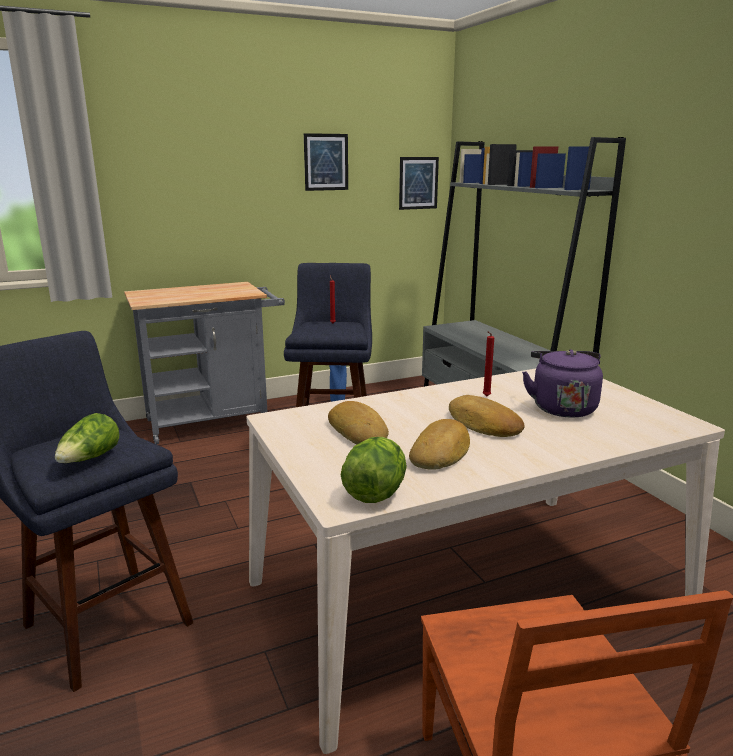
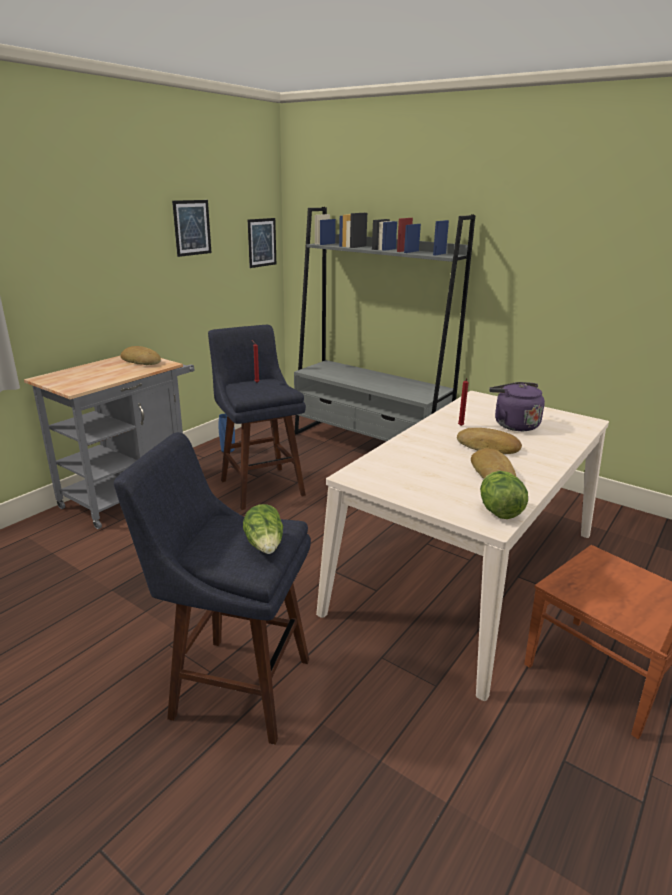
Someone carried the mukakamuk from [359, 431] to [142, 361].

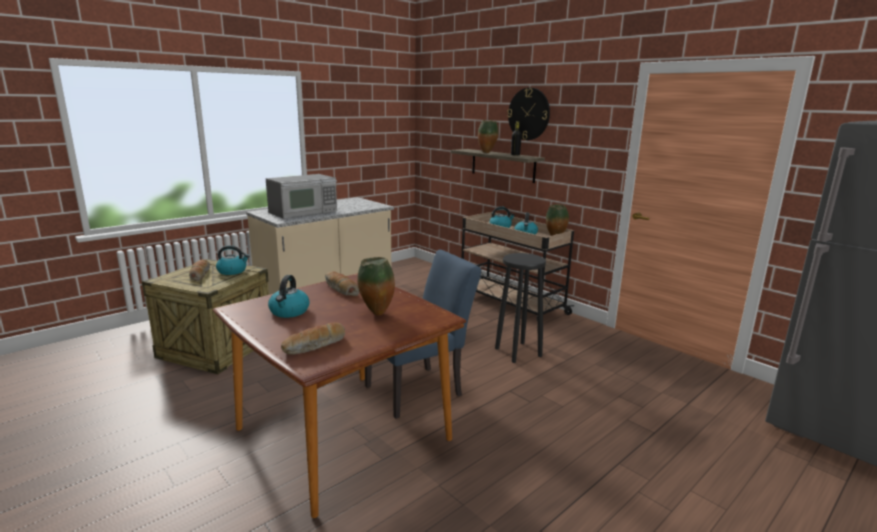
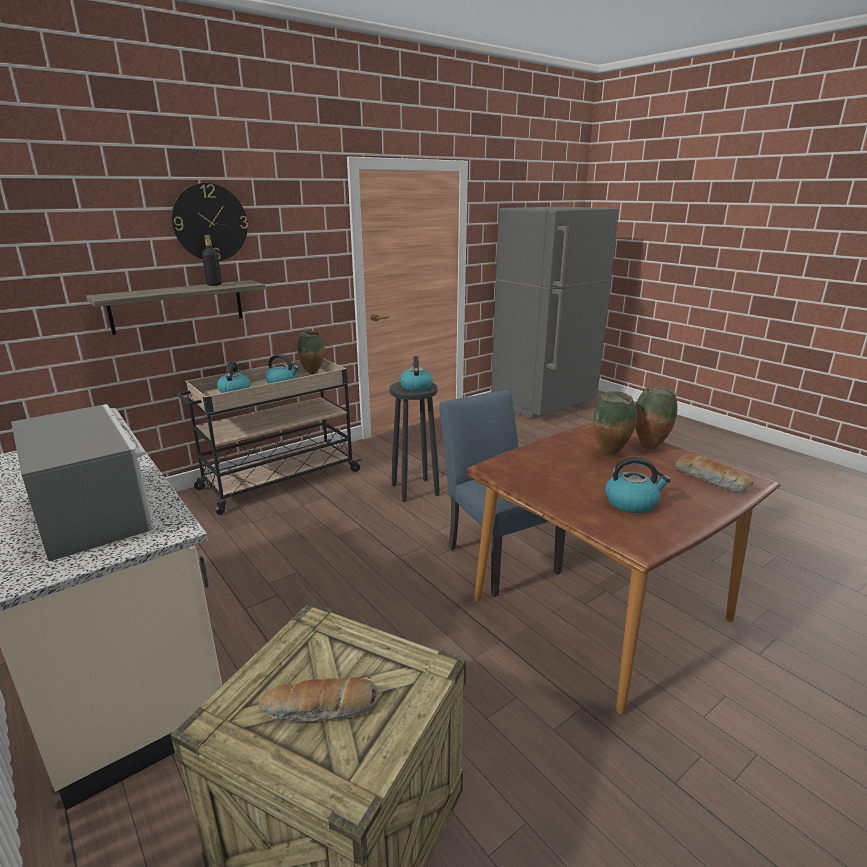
Someone carried the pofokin from [487, 153] to [649, 447]. Someone carried the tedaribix from [232, 271] to [416, 386]. Someone took away the mukakamuk at [340, 289].

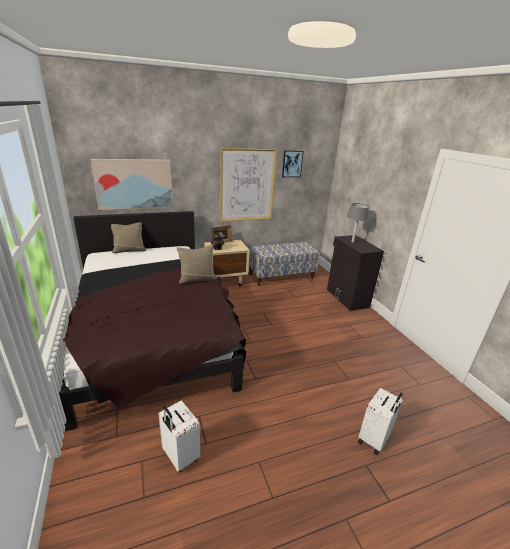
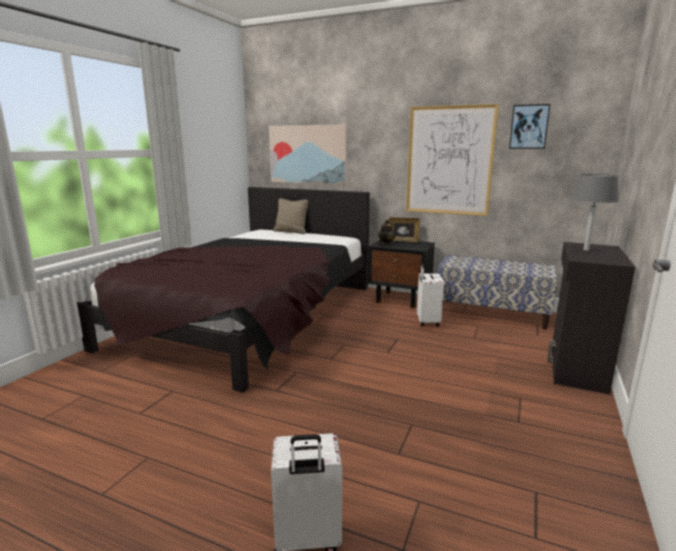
Someone repainted the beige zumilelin at [226, 281], which became the black zumilelin at [400, 299]. Someone took away the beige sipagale at [197, 279]. Someone carried the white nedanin from [179, 456] to [427, 322].

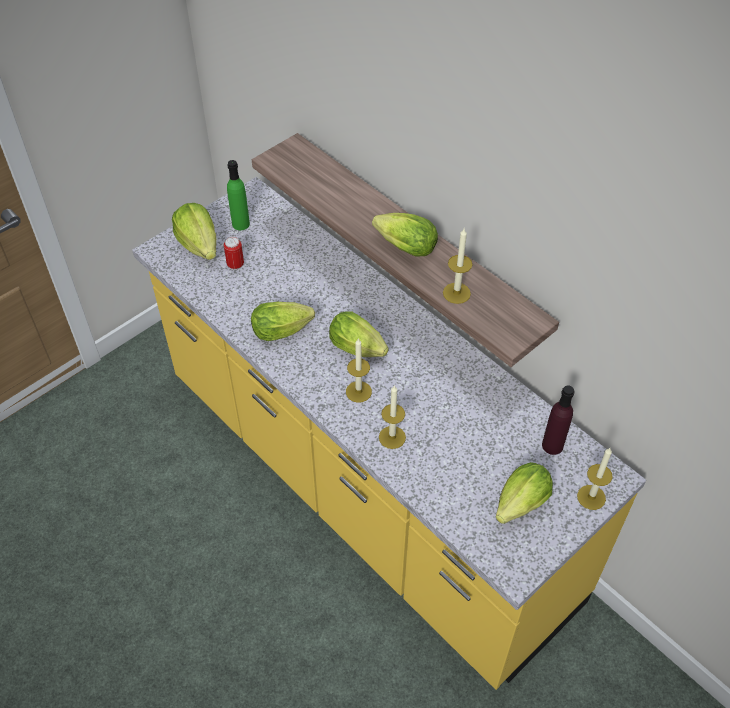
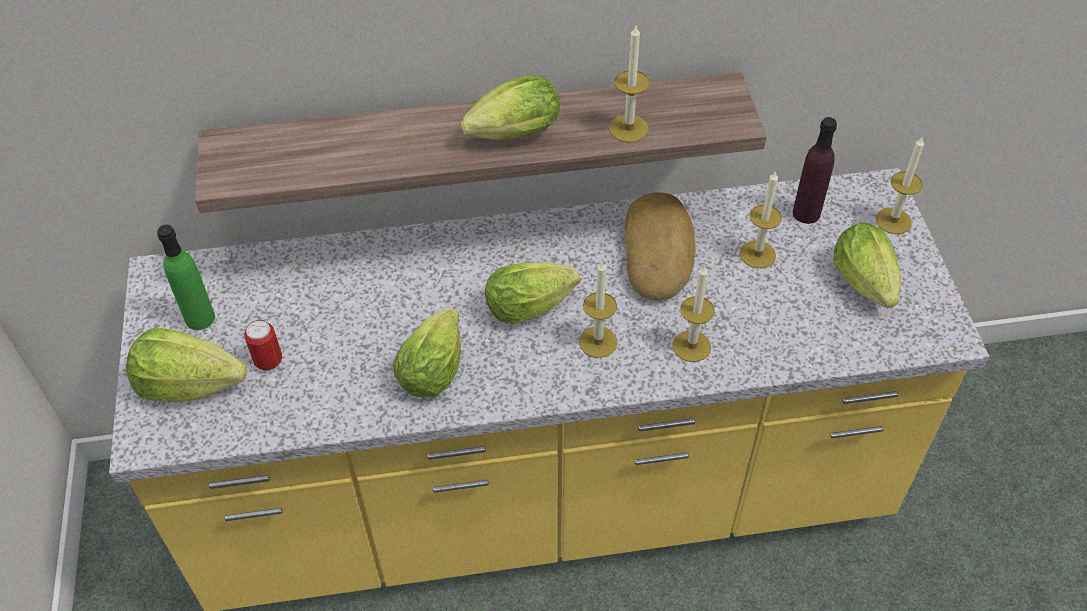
Someone put down the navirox at [757, 254]. Someone put down the mukakamuk at [660, 252].

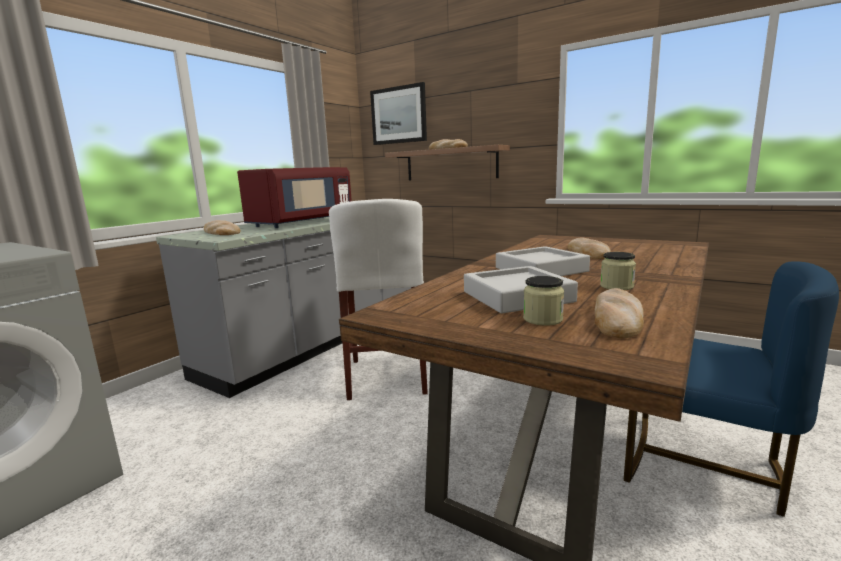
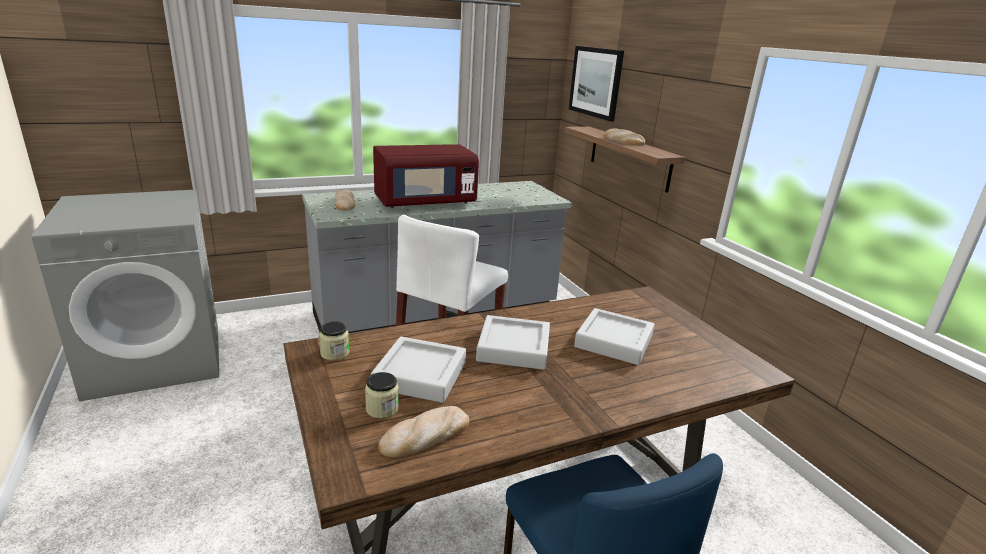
Someone swapped the mukakamuk at [588, 253] for the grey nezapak at [613, 341]. Someone carried the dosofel from [616, 286] to [335, 353].

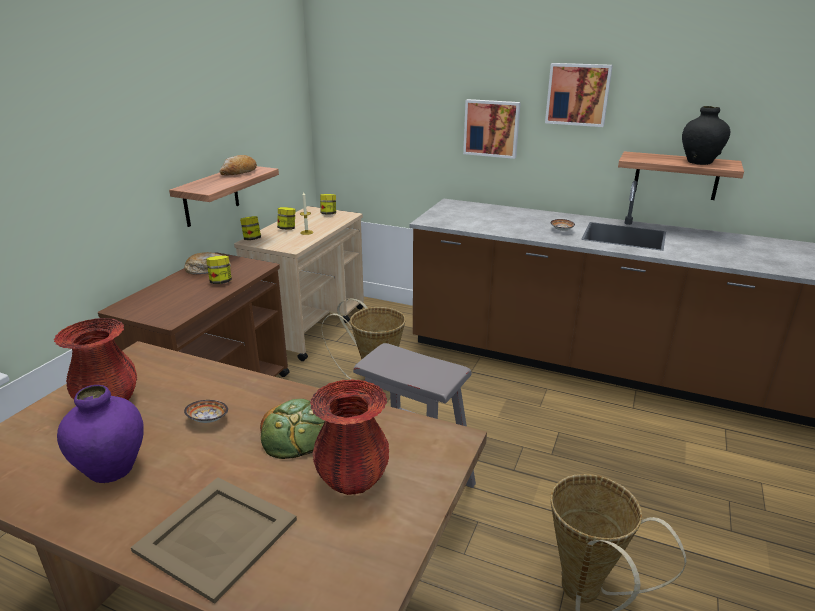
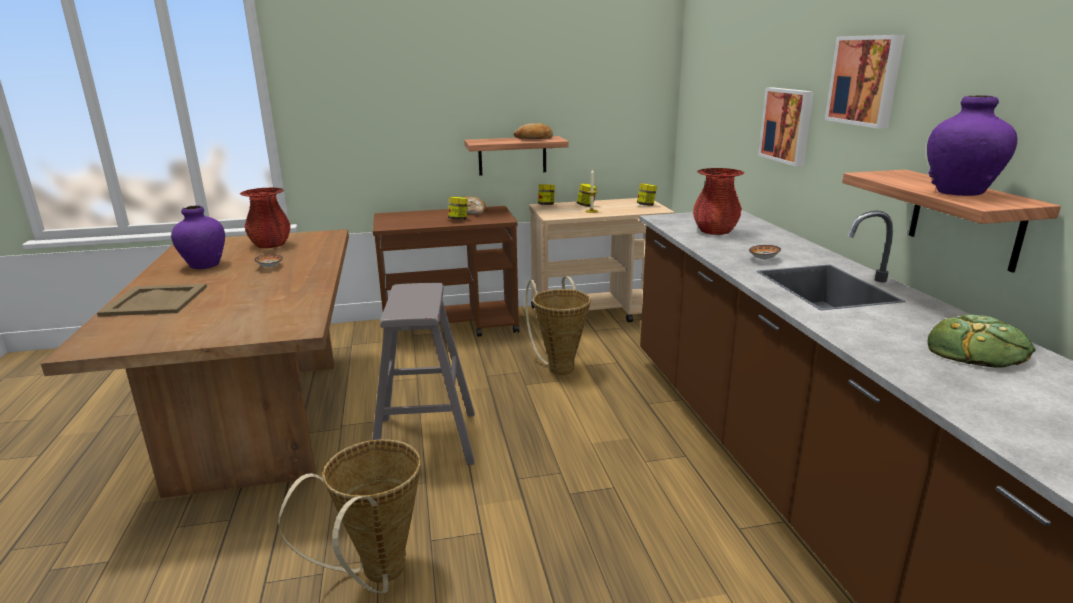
Someone repainted the black pofokin at [699, 162], which became the purple pofokin at [959, 192]. Someone carried the red pofokin from [353, 478] to [715, 231]. Someone carried the mukakamuk from [299, 433] to [976, 351].

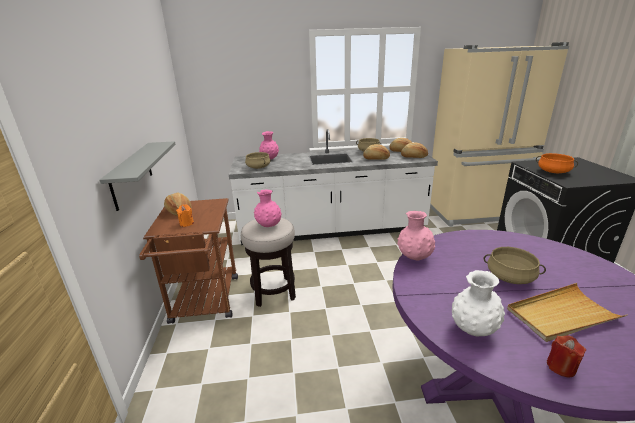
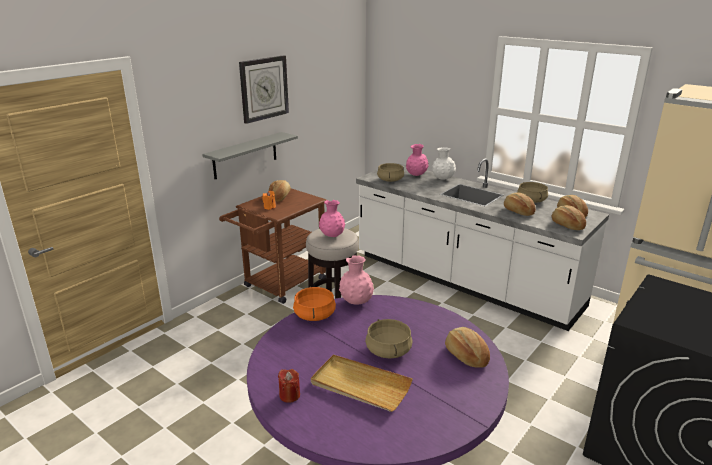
Someone carried the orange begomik from [553, 172] to [314, 315]. Someone carried the white pofokin from [473, 330] to [443, 179]. Someone put up the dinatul at [264, 88]. Someone put down the mukakamuk at [466, 356].

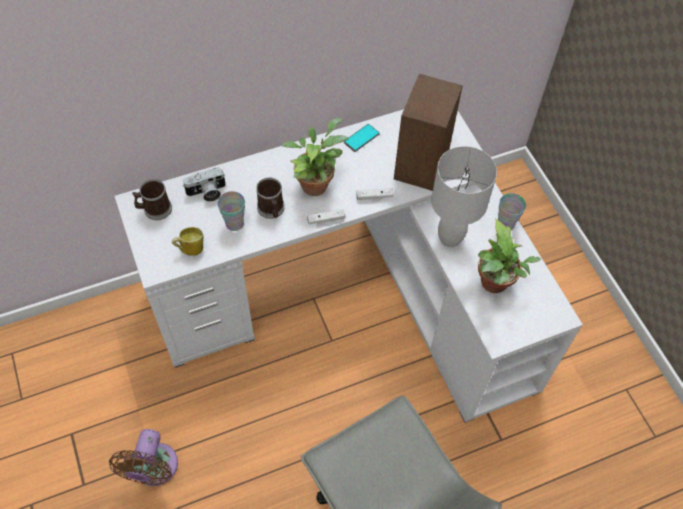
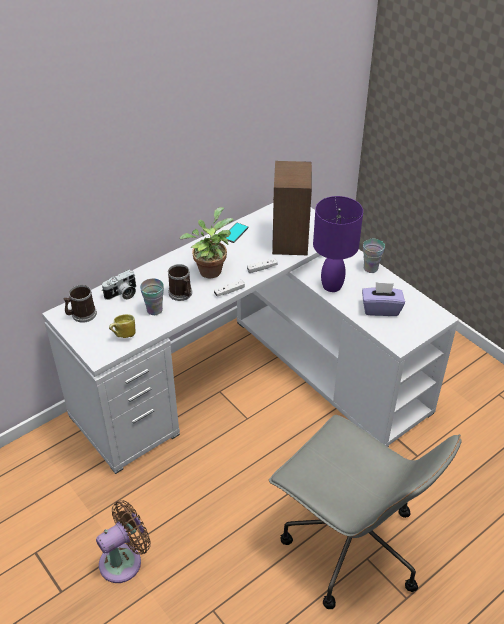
Someone repainted the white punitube at [450, 238], which became the purple punitube at [332, 286]. Someone swapped the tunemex at [495, 285] for the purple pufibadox at [381, 309]. Someone rotated the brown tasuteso at [154, 469] by 120 degrees counterclockwise.

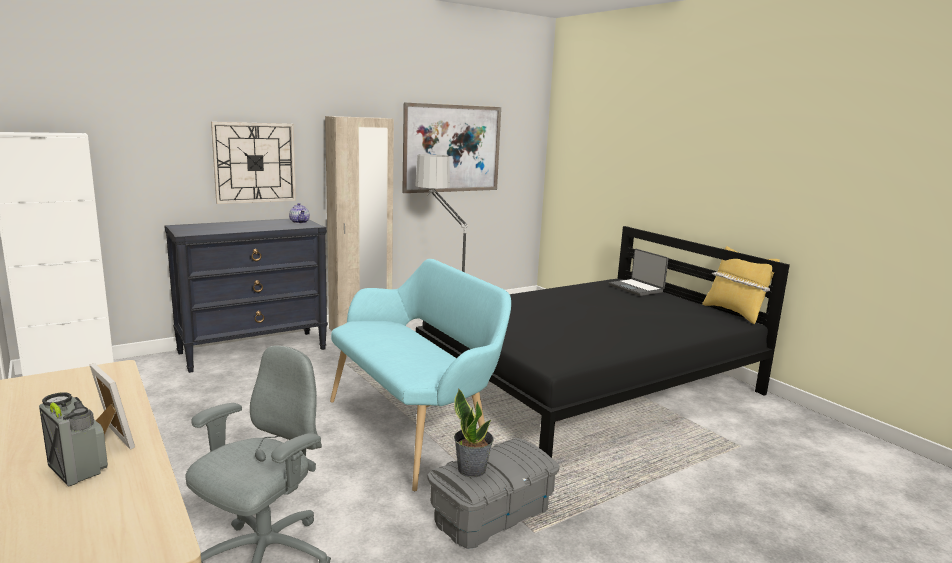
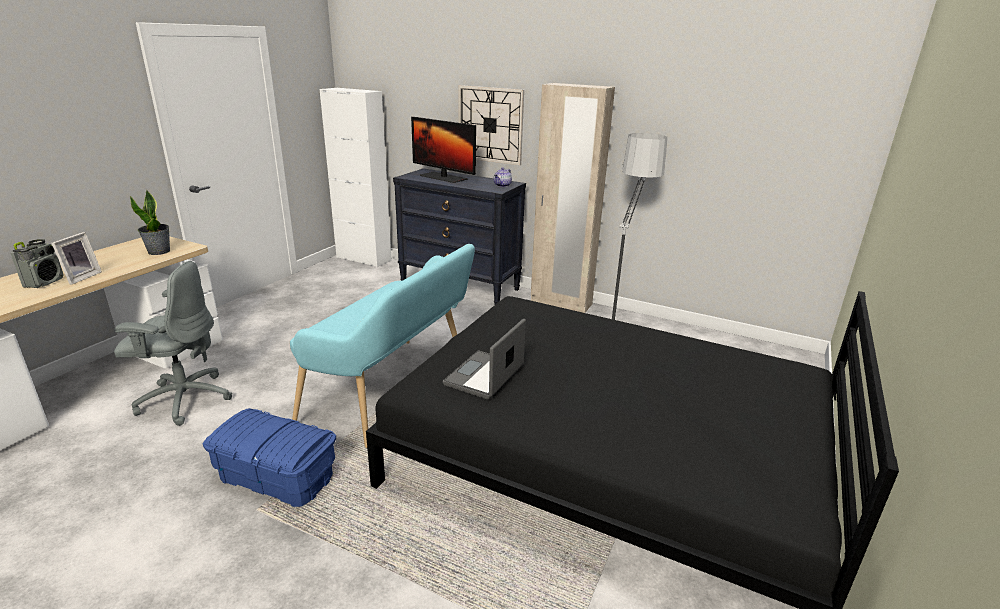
Someone took away the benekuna at [452, 148]. Someone took away the yellow sipagale at [734, 313]. Someone carried the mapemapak from [636, 288] to [485, 376]. Someone carried the tunemex from [472, 469] to [159, 251]. Someone repainted the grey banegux at [492, 514], which became the blue banegux at [276, 477]. Someone put down the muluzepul at [443, 177].

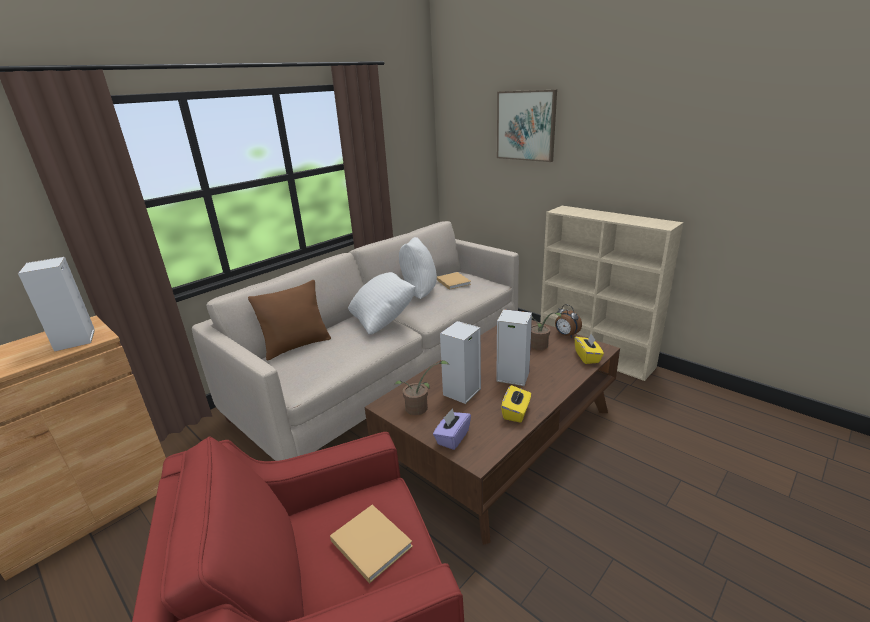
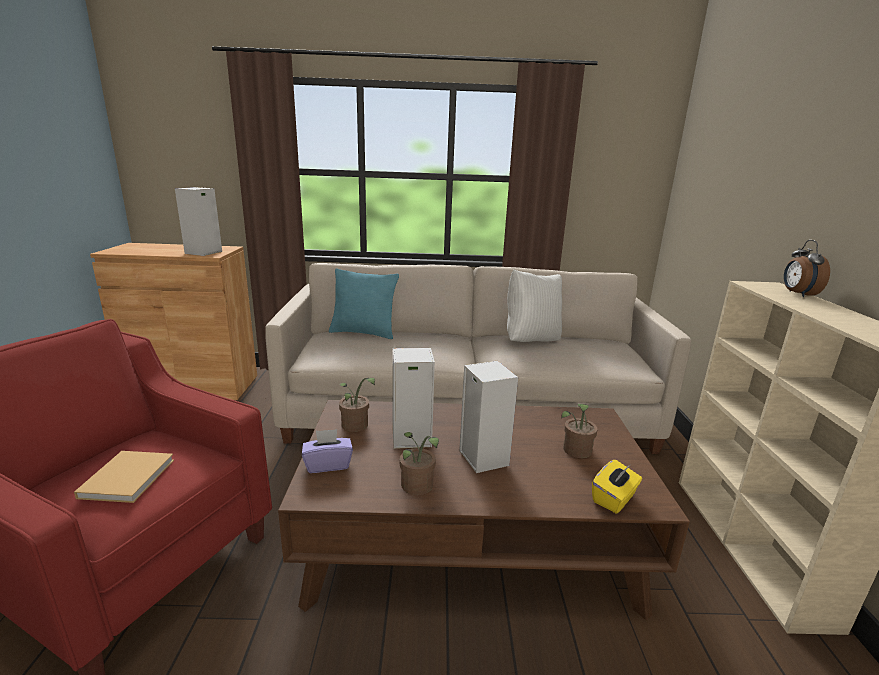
Someone took away the benekuna at [526, 125]. Someone took away the white sipagale at [383, 320]. Someone took away the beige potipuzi at [453, 281]. Someone repainted the brown sipagale at [297, 346], which became the turquoise sipagale at [363, 333]. Someone carried the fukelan from [566, 335] to [797, 294]. Someone swapped the yellow pufibadox at [516, 412] for the tunemex at [417, 488].

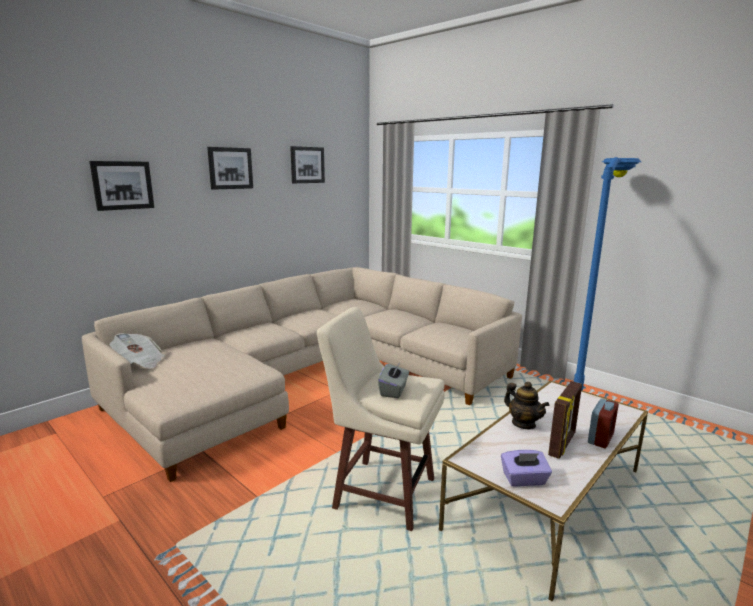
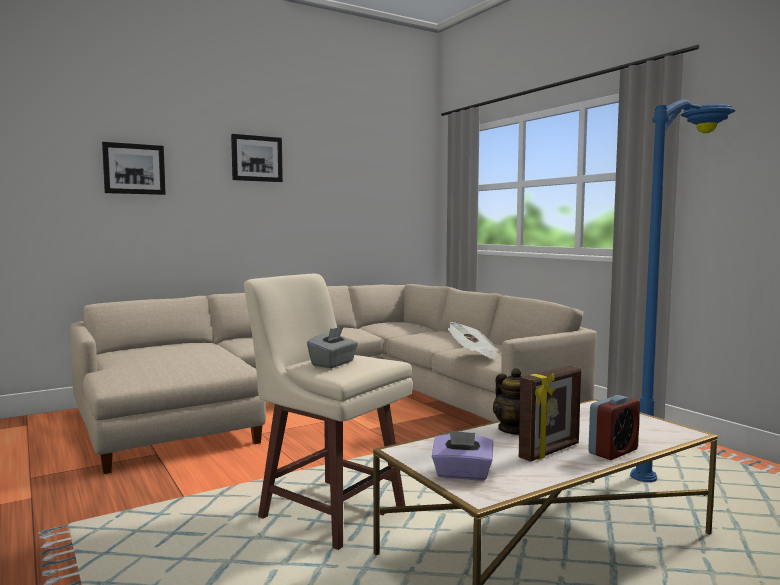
Someone took away the benekuna at [307, 165]. Someone carried the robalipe from [139, 362] to [473, 354].

